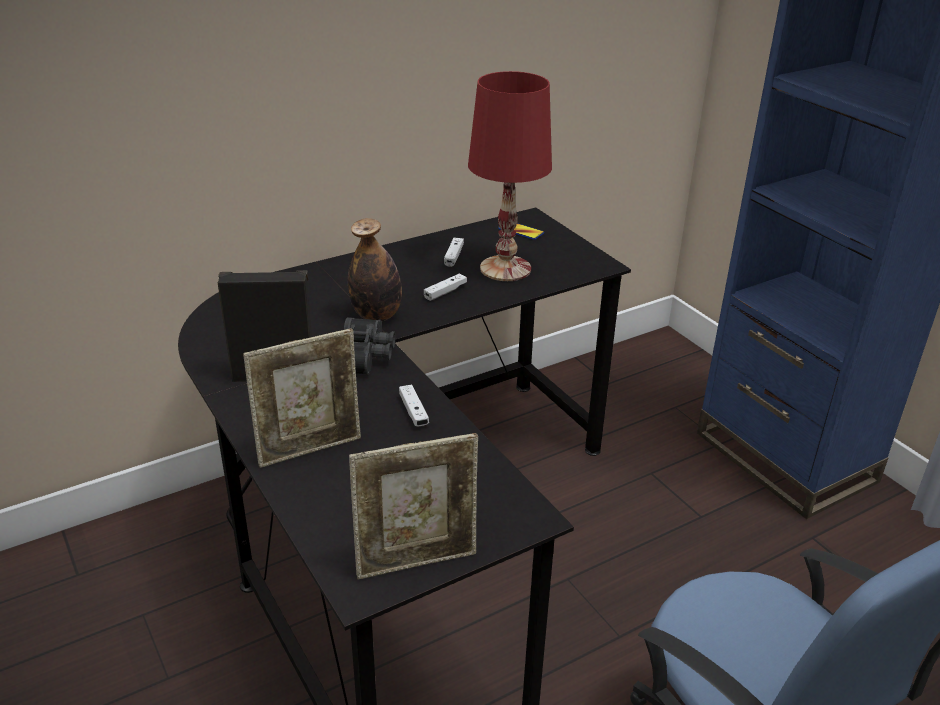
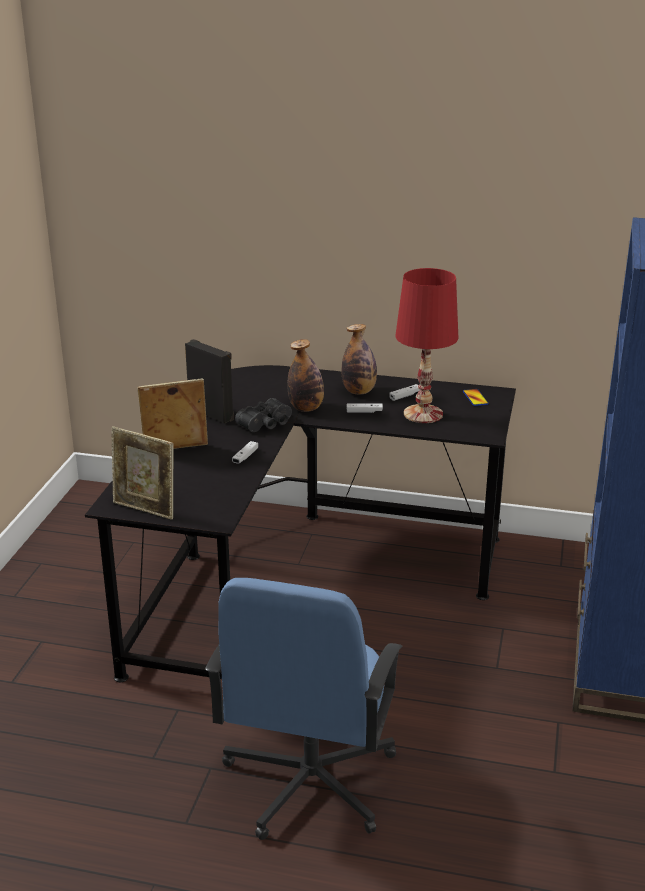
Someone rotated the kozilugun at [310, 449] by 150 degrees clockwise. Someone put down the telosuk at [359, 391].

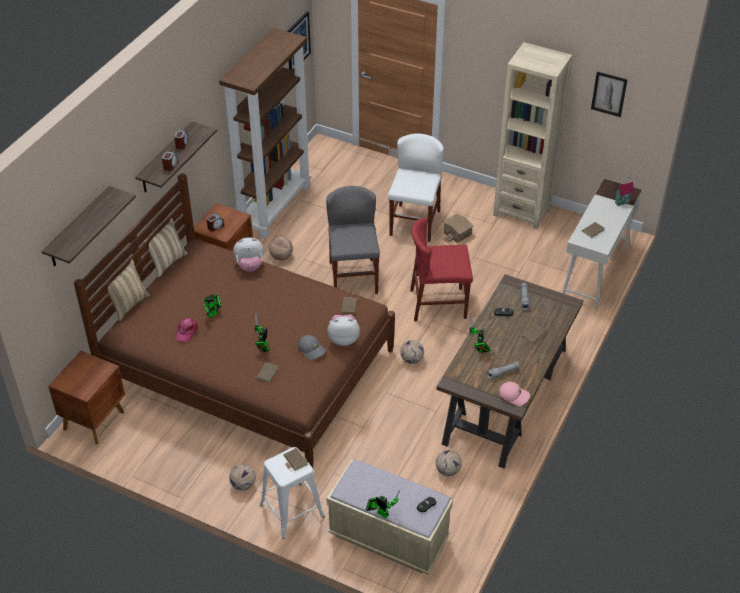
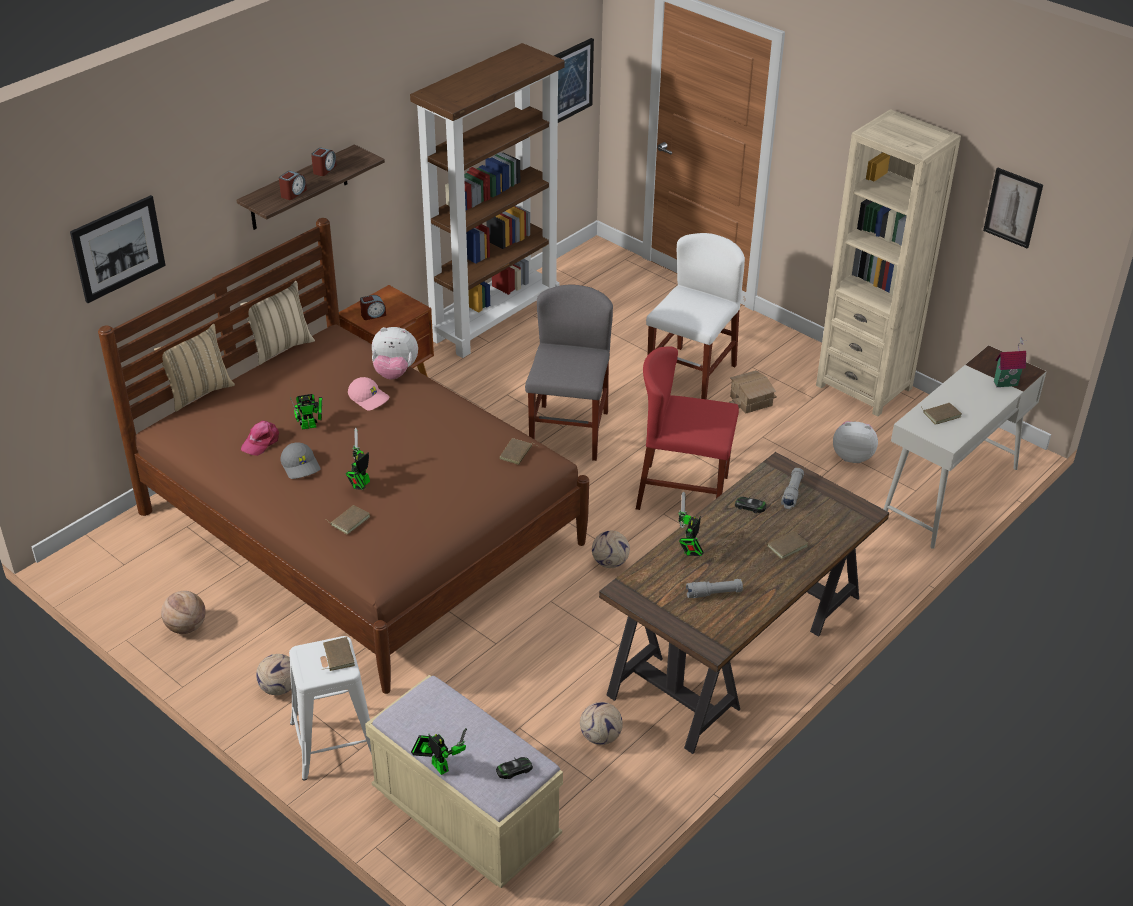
Someone swapped the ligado at [78, 228] for the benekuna at [118, 248]. Someone carried the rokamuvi from [281, 257] to [186, 627]. Someone carried the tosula from [343, 339] to [852, 456]. Someone carried the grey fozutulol from [312, 349] to [301, 466]. Someone took away the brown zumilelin at [95, 420]. Someone carried the pink fozutulol from [514, 395] to [369, 398].

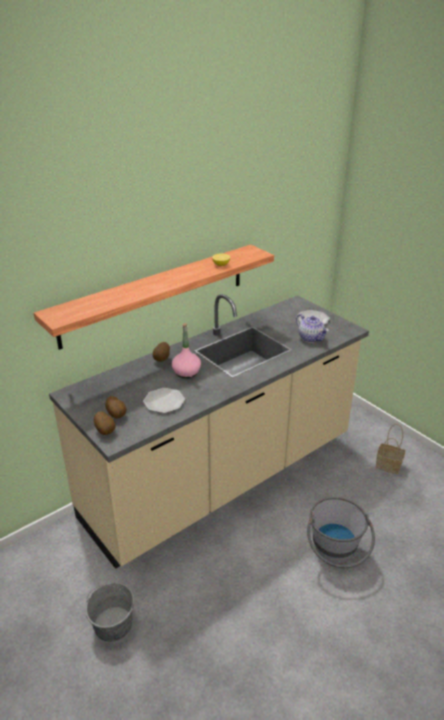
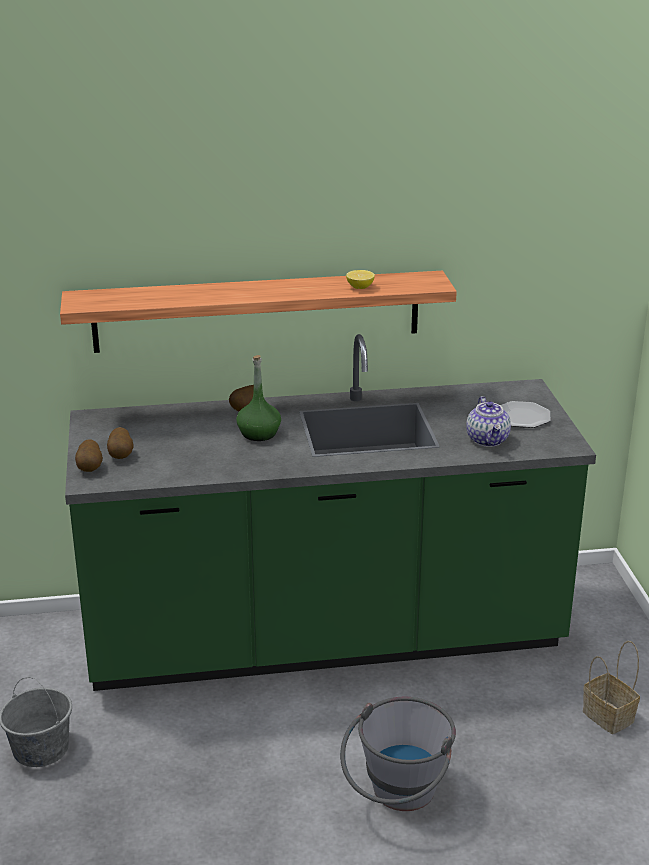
Someone repainted the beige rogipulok at [222, 478], which became the green rogipulok at [324, 639]. Someone repainted the pink telosuk at [186, 372], which became the green telosuk at [259, 433]. Someone took away the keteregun at [164, 402].

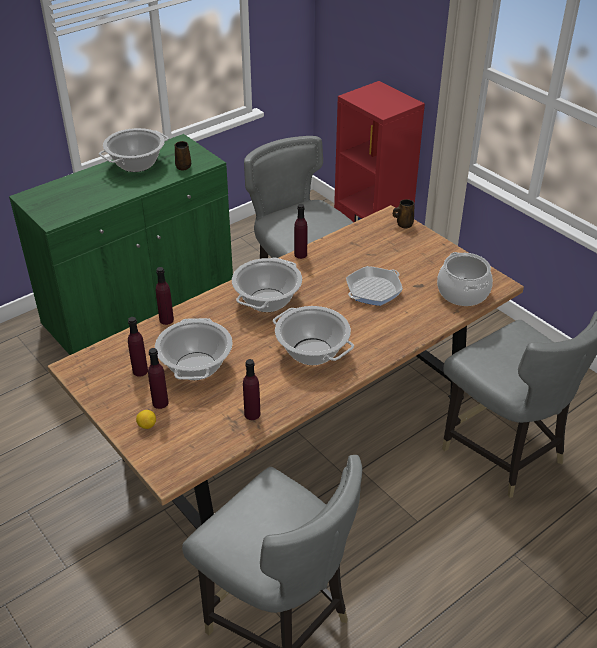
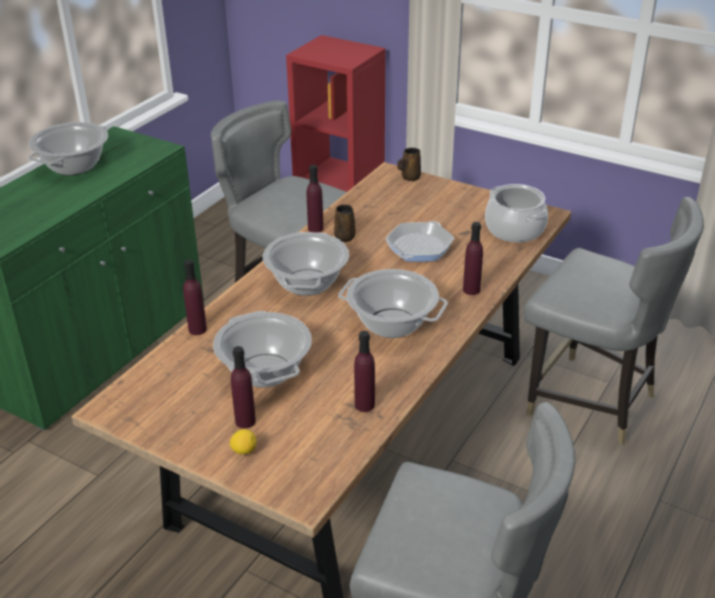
Someone carried the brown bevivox from [184, 166] to [344, 236]. Someone carried the purple telosuk from [140, 371] to [471, 290].

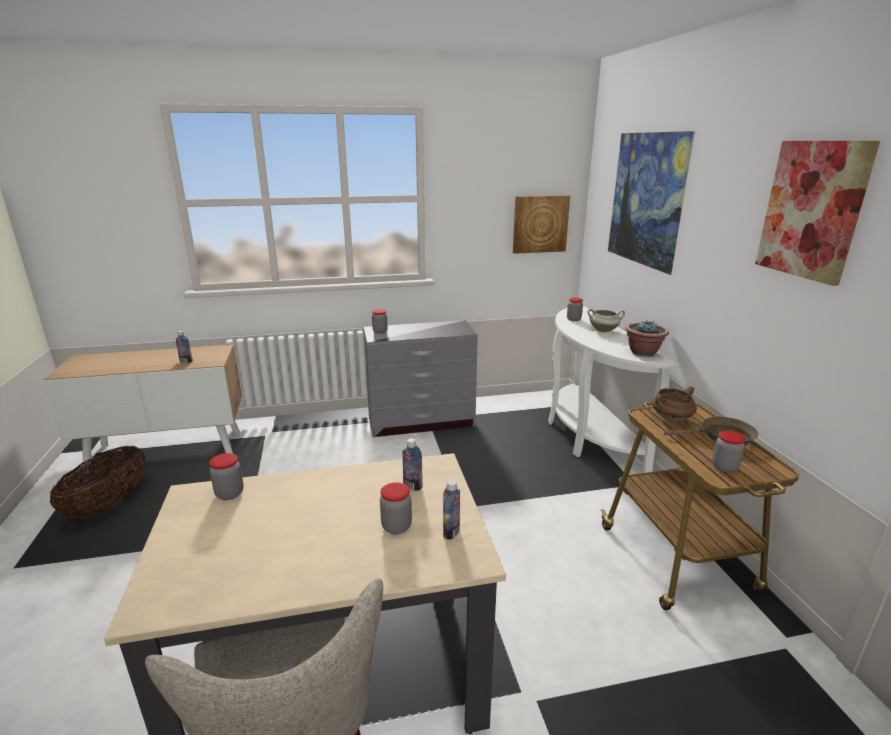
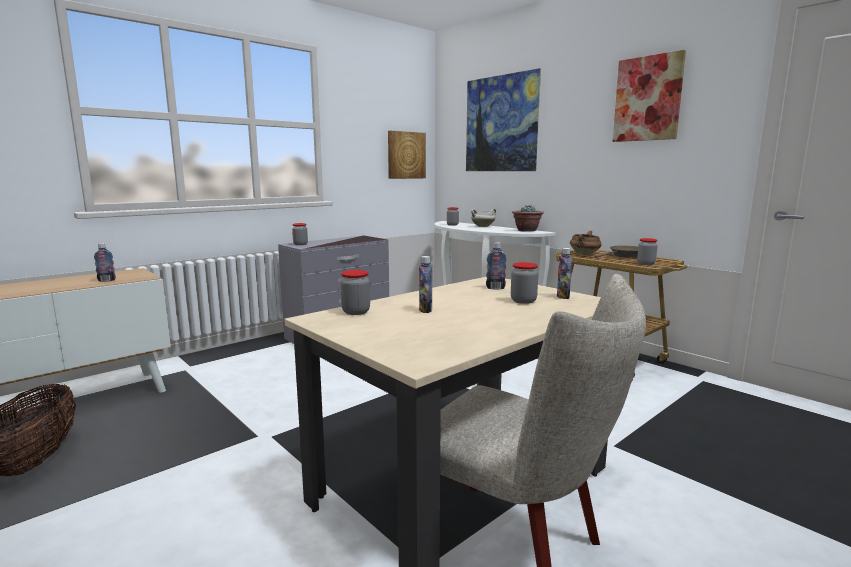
Someone put down the telosuk at [425, 310].

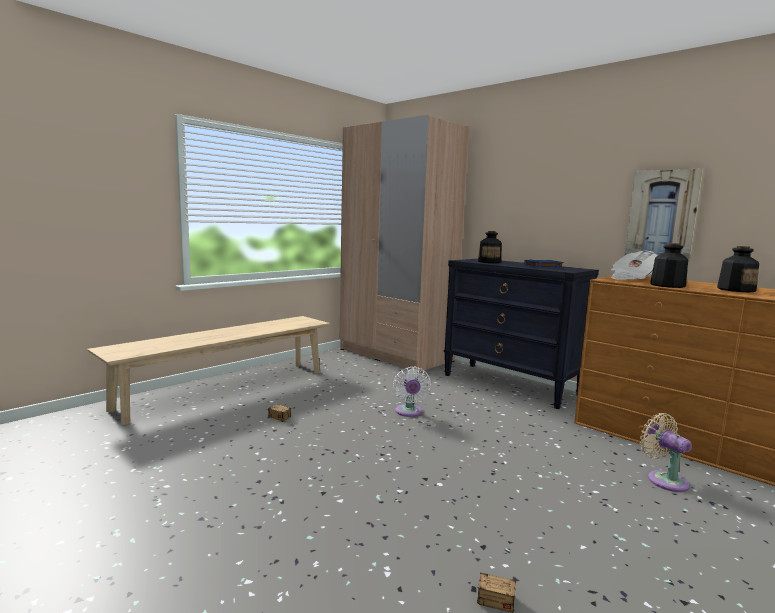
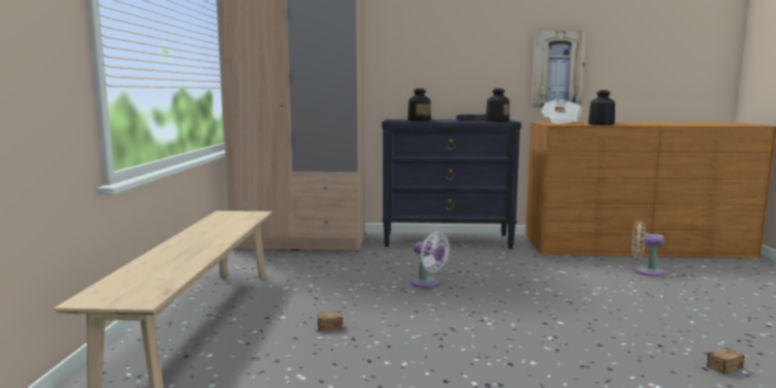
Someone carried the telosuk from [735, 290] to [497, 121].

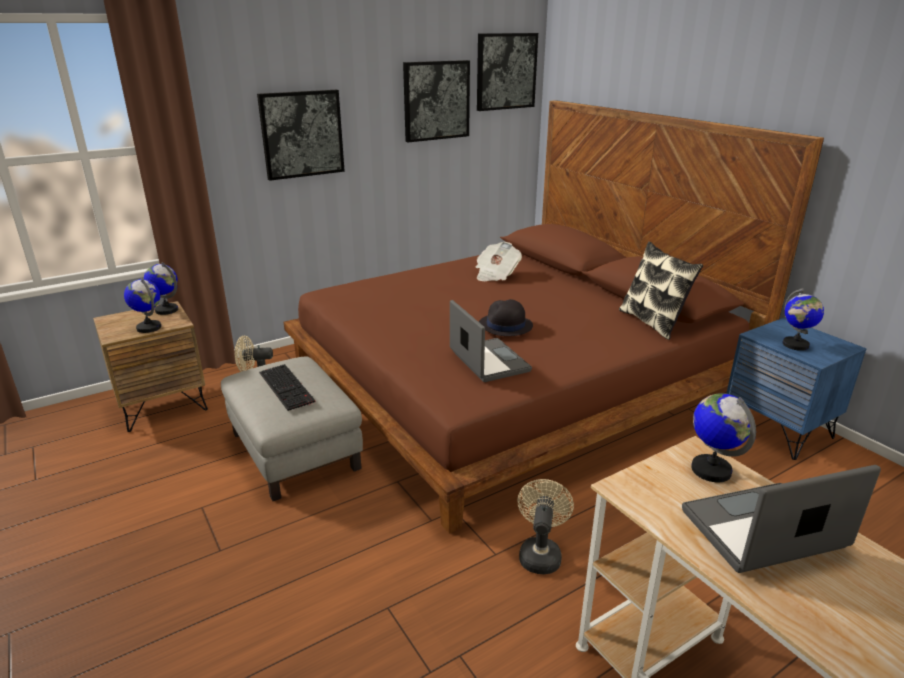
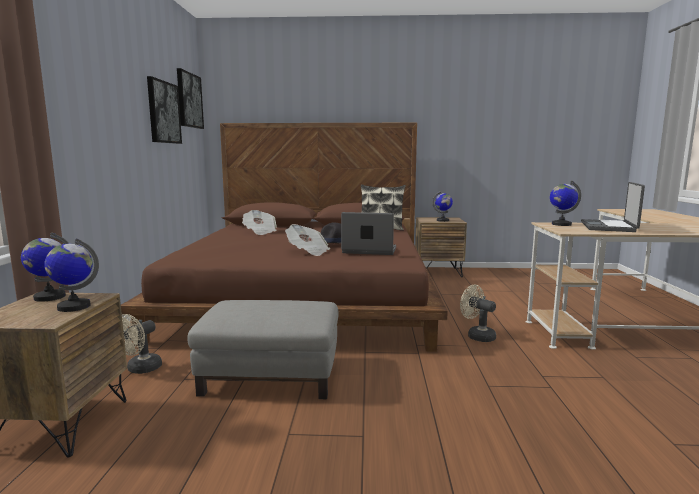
Someone took away the benekuna at [302, 134]. Someone repainted the blue zumilelin at [778, 429], which became the brown zumilelin at [438, 272]. Someone took away the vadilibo at [288, 387]. Someone put down the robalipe at [308, 251].

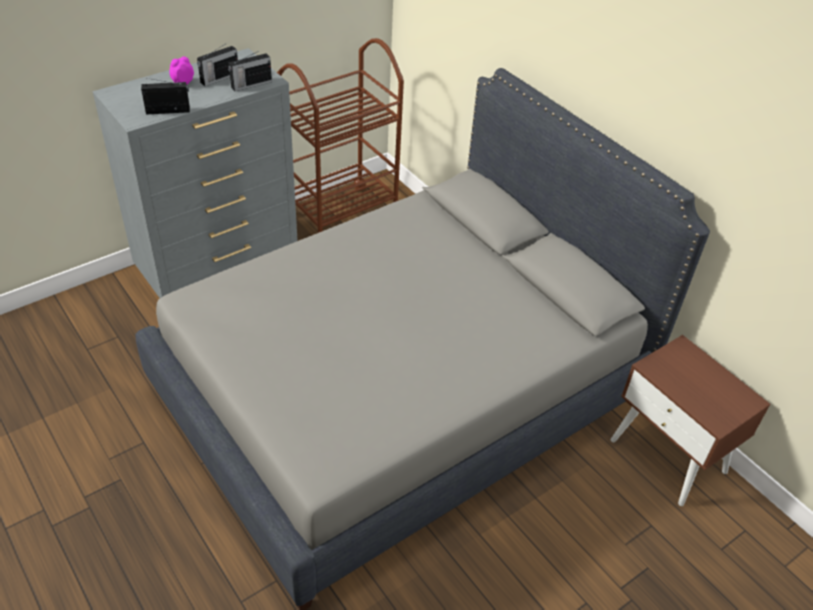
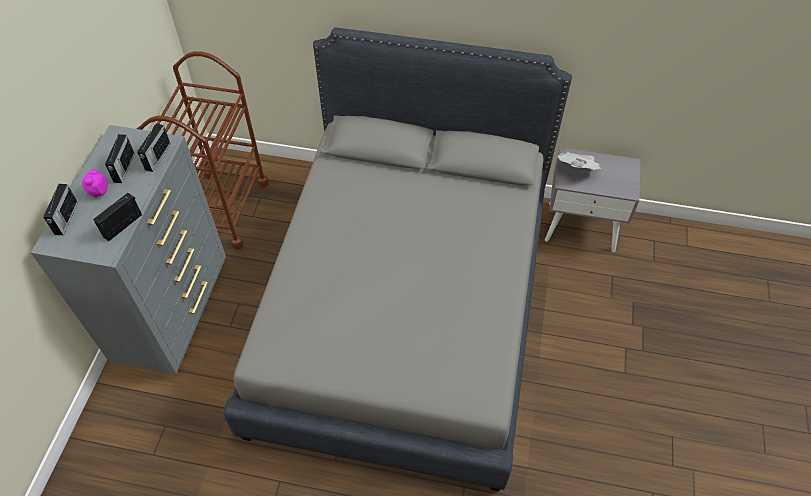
Someone repainted the brown zumilelin at [669, 456], which became the grey zumilelin at [581, 226]. Someone put down the robalipe at [578, 168]. Someone put down the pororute at [66, 219].

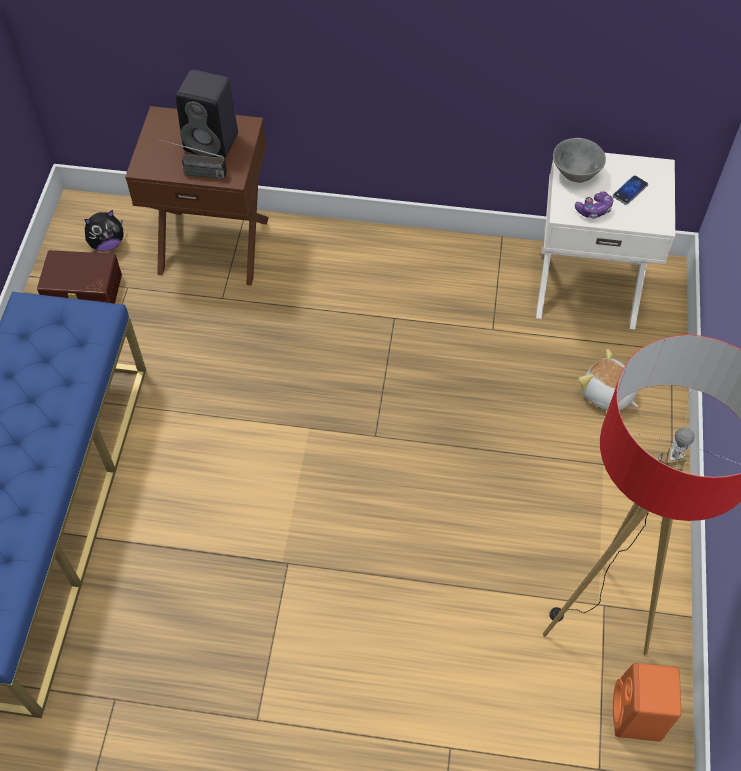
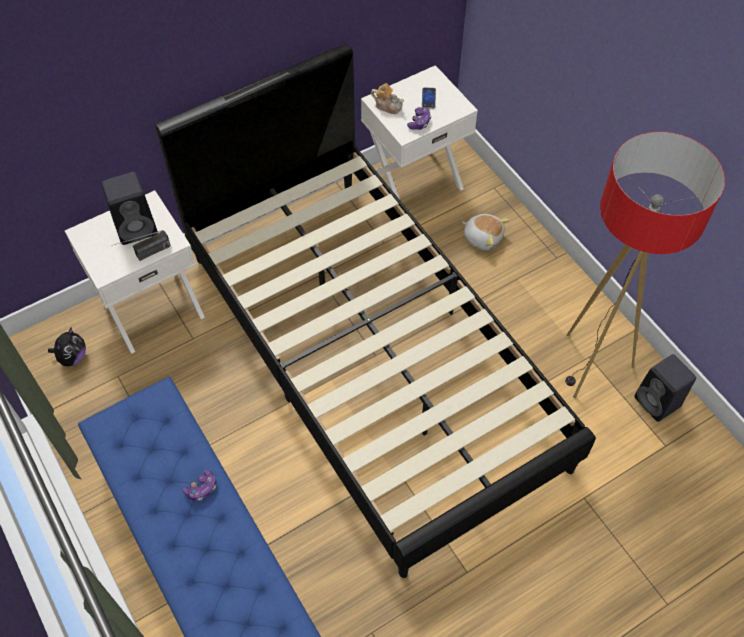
Someone repainted the brown zumilelin at [214, 244], which became the white zumilelin at [151, 307]. Someone swapped the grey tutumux at [576, 172] for the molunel at [388, 106]. Someone took away the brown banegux at [83, 292]. Someone rotated the tosula at [607, 394] by 150 degrees counterclockwise. Someone repainted the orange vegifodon at [638, 716], which became the black vegifodon at [658, 403]. Someone put down the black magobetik at [371, 356]. Someone put down the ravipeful at [201, 488].

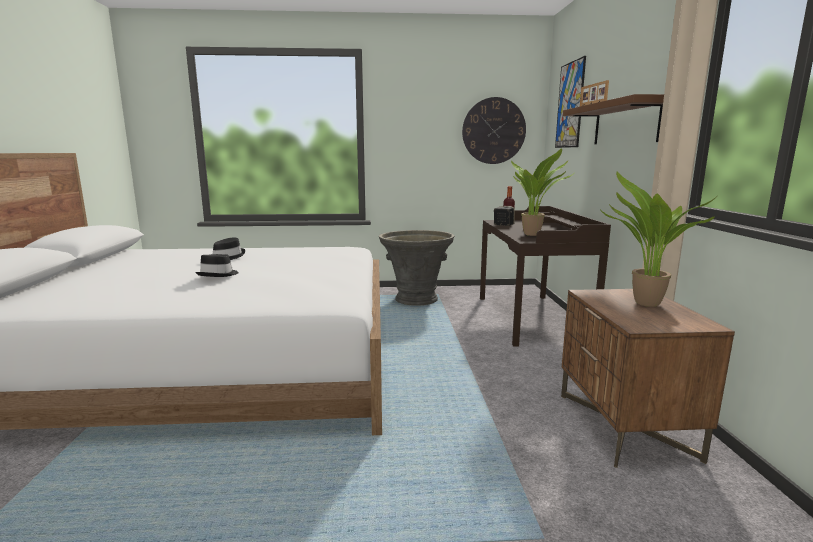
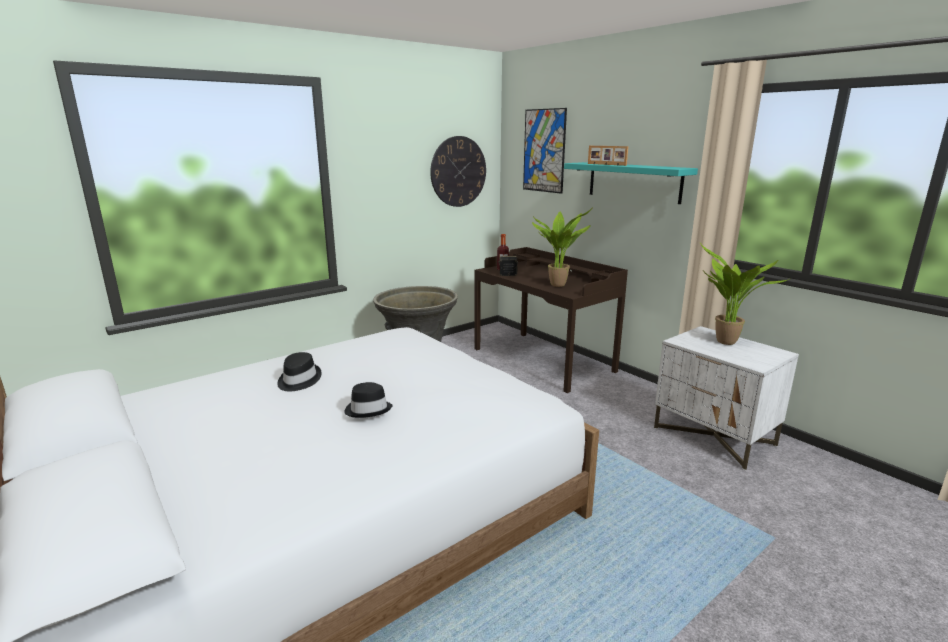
Someone repainted the brown ligado at [625, 123], which became the turquoise ligado at [634, 182]. Someone repainted the brown zumilelin at [626, 426], which became the white zumilelin at [714, 437].

